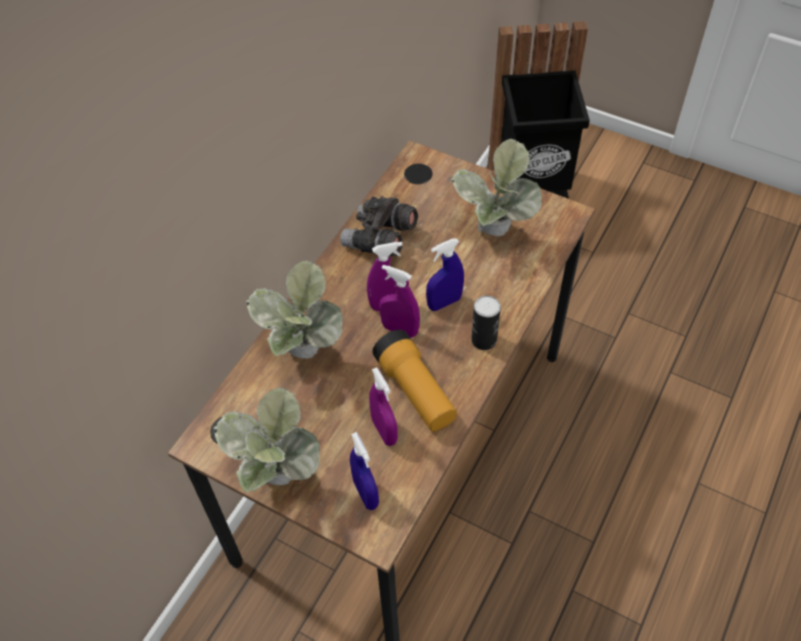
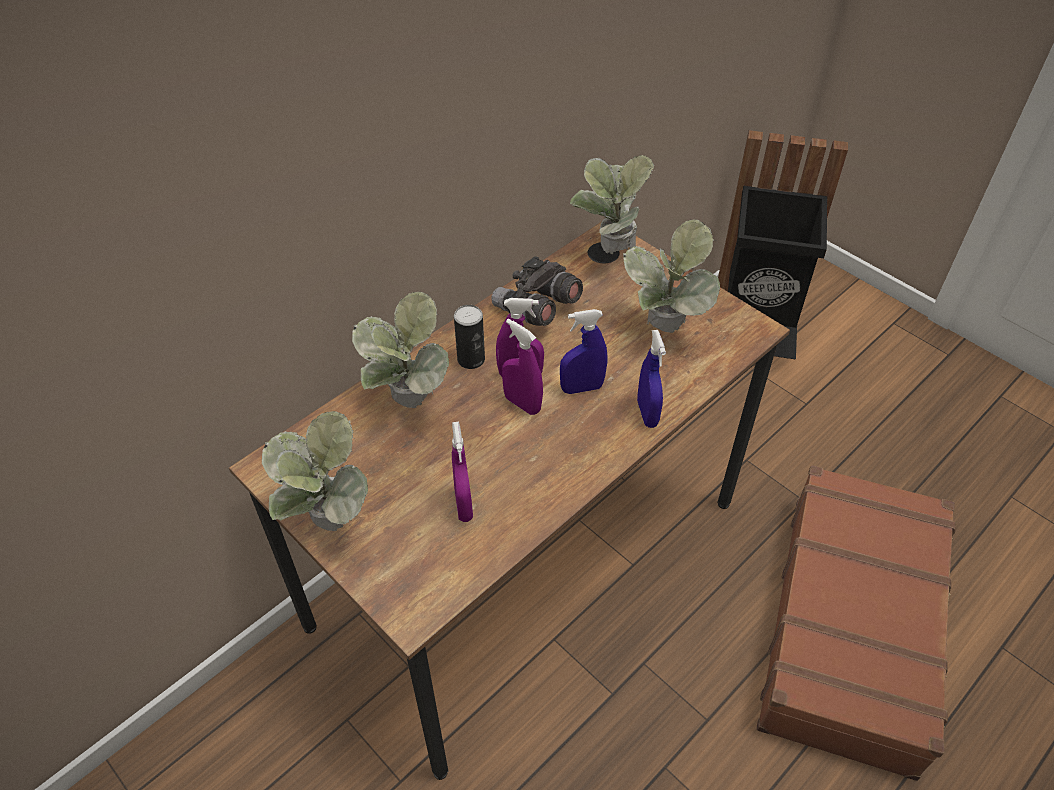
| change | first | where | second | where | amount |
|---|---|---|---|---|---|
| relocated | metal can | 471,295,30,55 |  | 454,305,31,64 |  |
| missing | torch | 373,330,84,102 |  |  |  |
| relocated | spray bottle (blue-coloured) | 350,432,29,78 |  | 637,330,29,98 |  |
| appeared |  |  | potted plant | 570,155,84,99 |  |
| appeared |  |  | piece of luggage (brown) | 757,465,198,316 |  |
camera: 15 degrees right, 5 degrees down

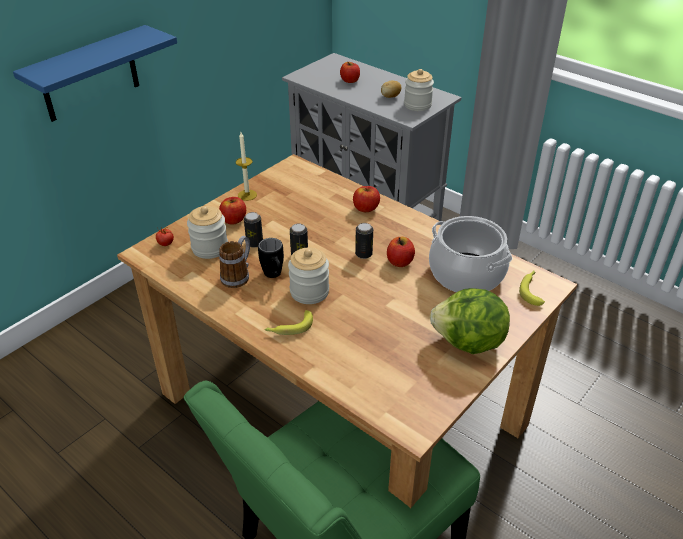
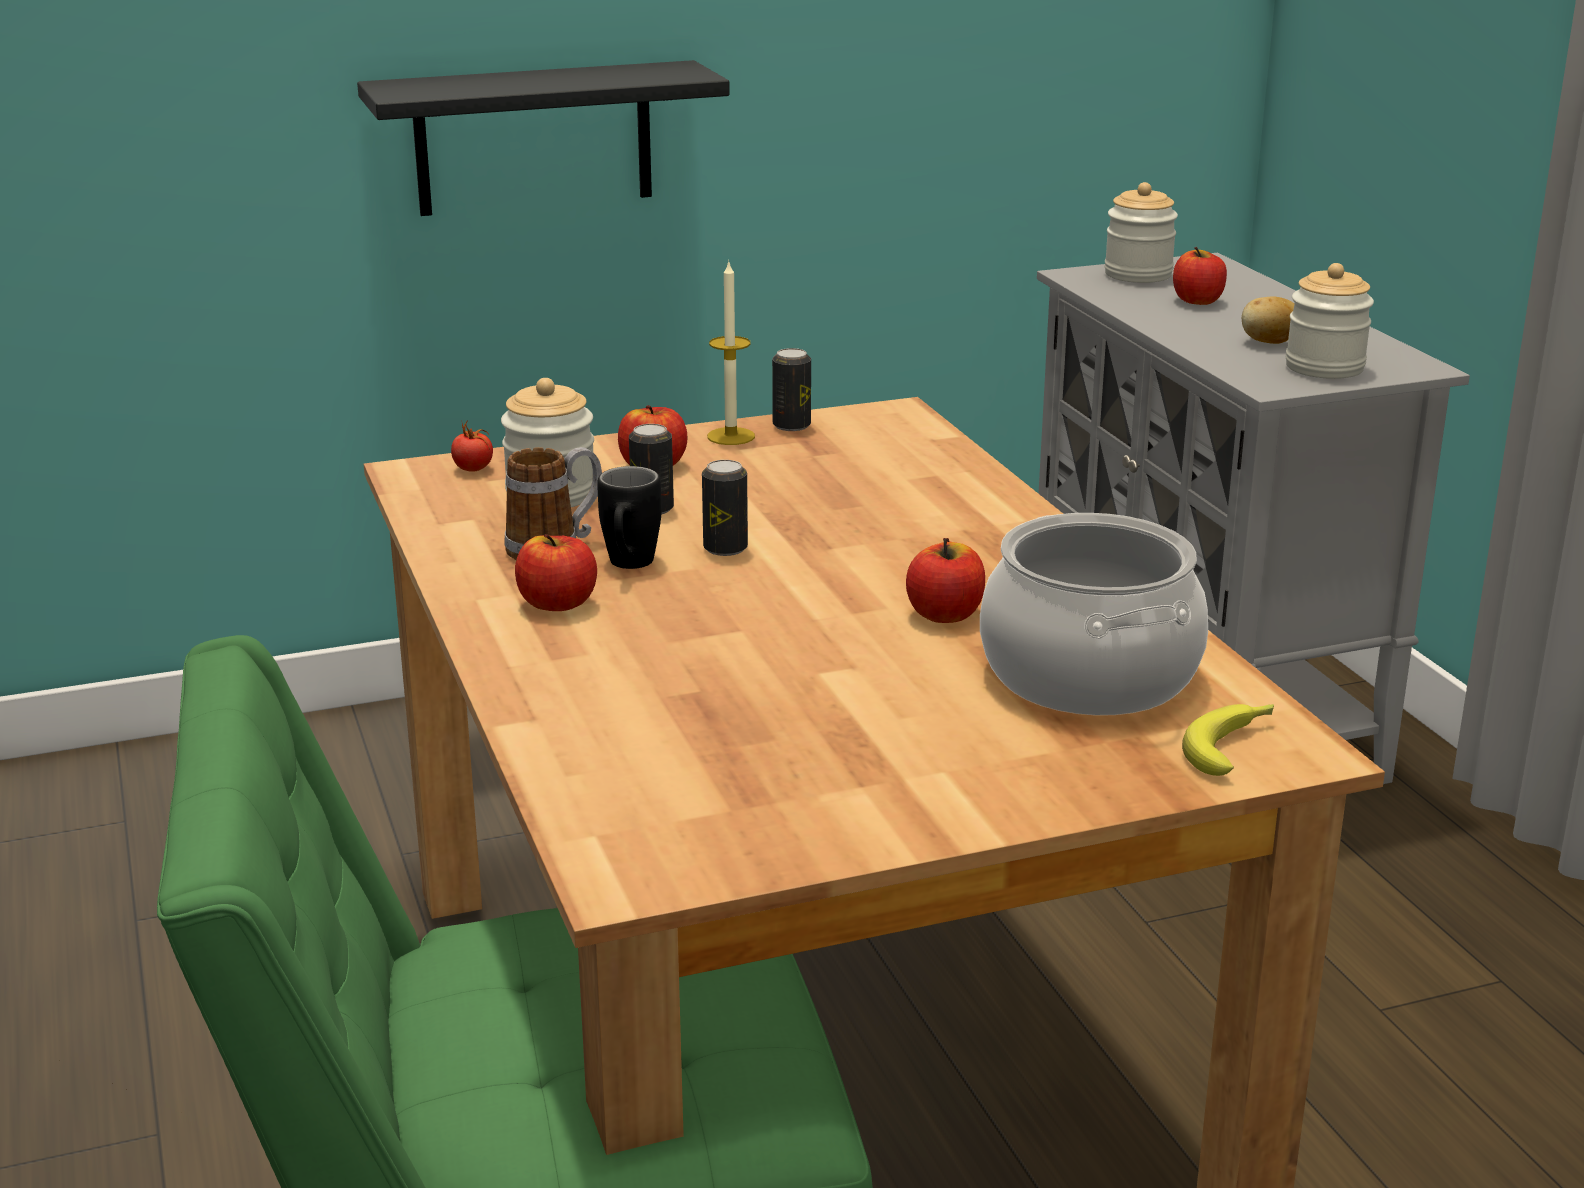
| change | first | where | second | where | amount |
|---|---|---|---|---|---|
| colour | bracket shelf (blue-coloured) | 13,25,164,97 | bracket shelf (black) | 357,60,373,156 |  |
| relocated | whole apple | 353,186,27,26 |  | 515,534,82,77 |  |
| relocated | metal can | 355,223,18,36 |  | 772,348,39,83 |  |
| relocated | jar | 288,248,41,56 |  | 1104,182,74,101 |  |
| missing | head of lettuce | 430,288,80,66 |  |  |  |
| missing | whole banana | 265,310,48,25 |  |  |  |
camera: 30 degrees right, 15 degrees down

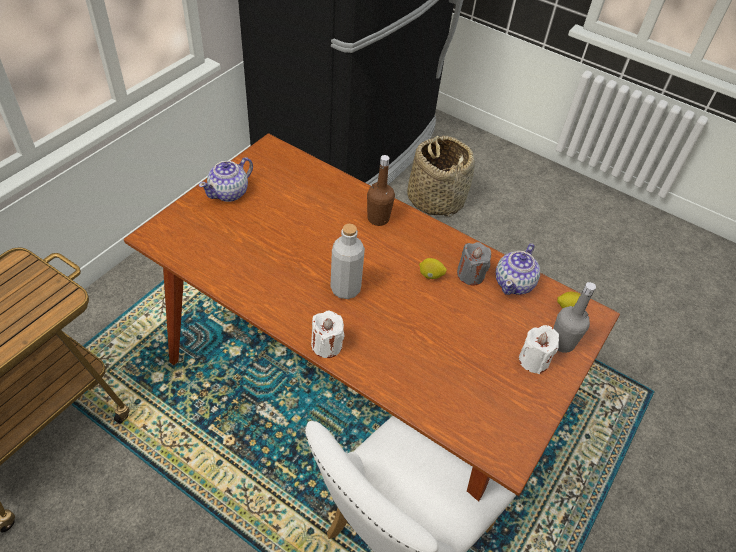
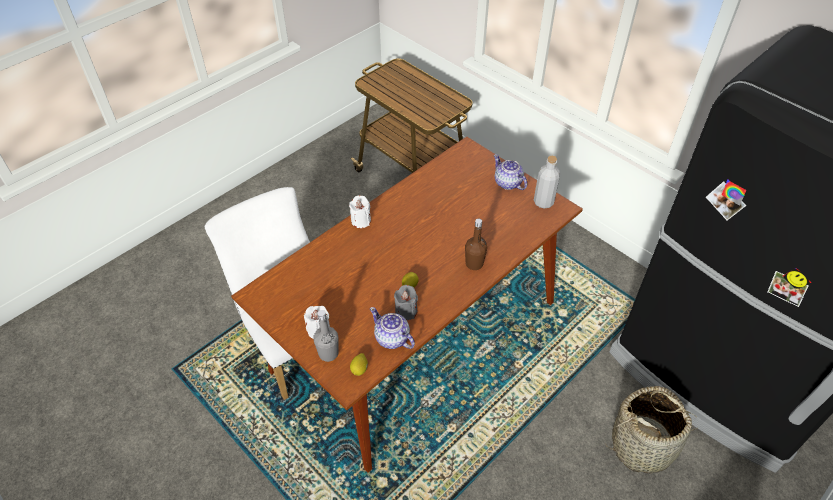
| change | first | where | second | where | amount |
|---|---|---|---|---|---|
| relocated | bottle (grey) | 330,224,35,75 |  | 534,156,26,53 |  |
camera: 105 degrees right, 0 degrees up

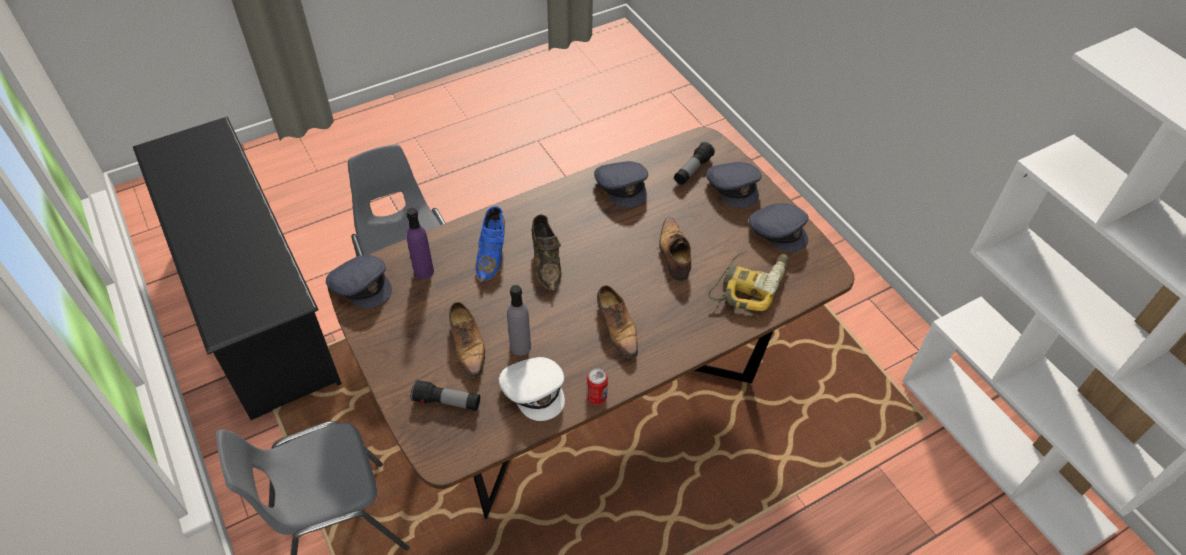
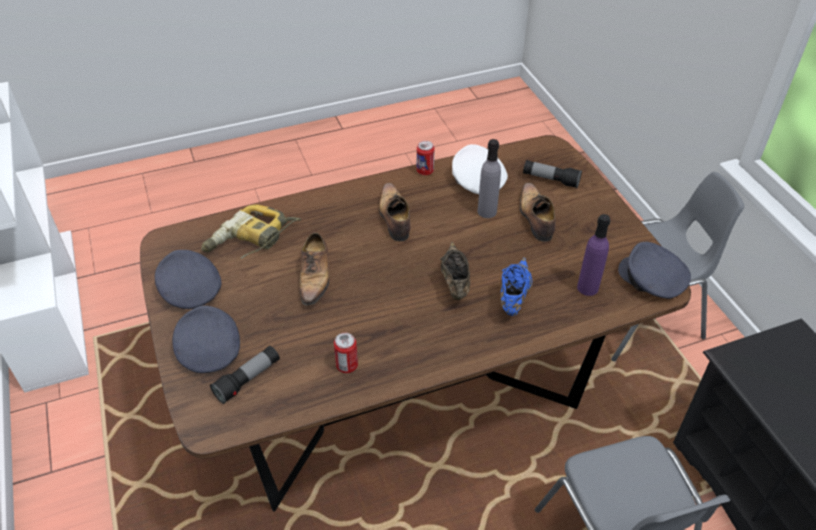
| change | first | where | second | where | amount |
|---|---|---|---|---|---|
| exchanged | baseball cap (grey) | 594,161,54,47 | metal can | 334,333,24,40 |  |
camera: 170 degrees left, 5 degrees down

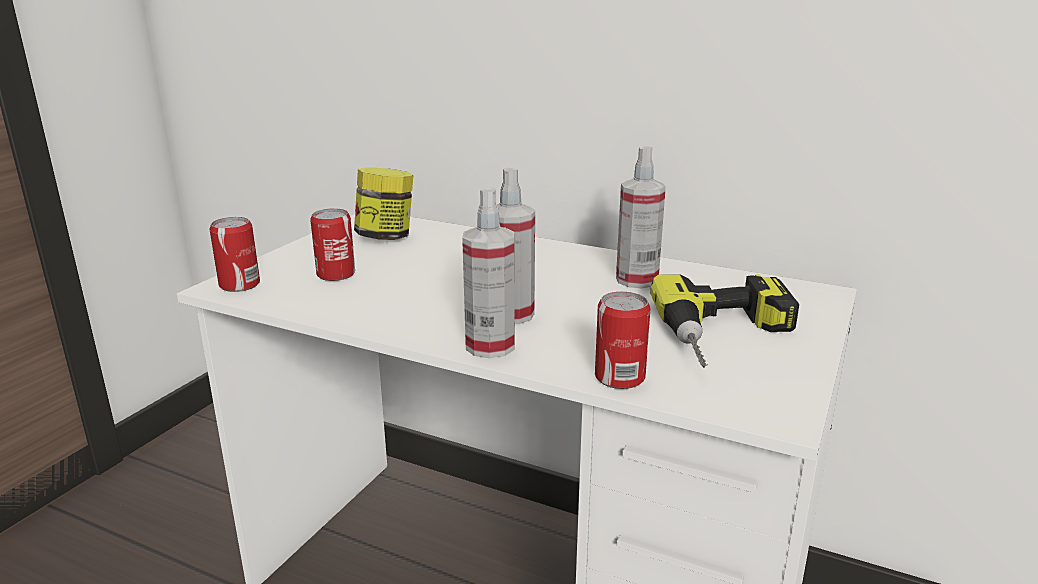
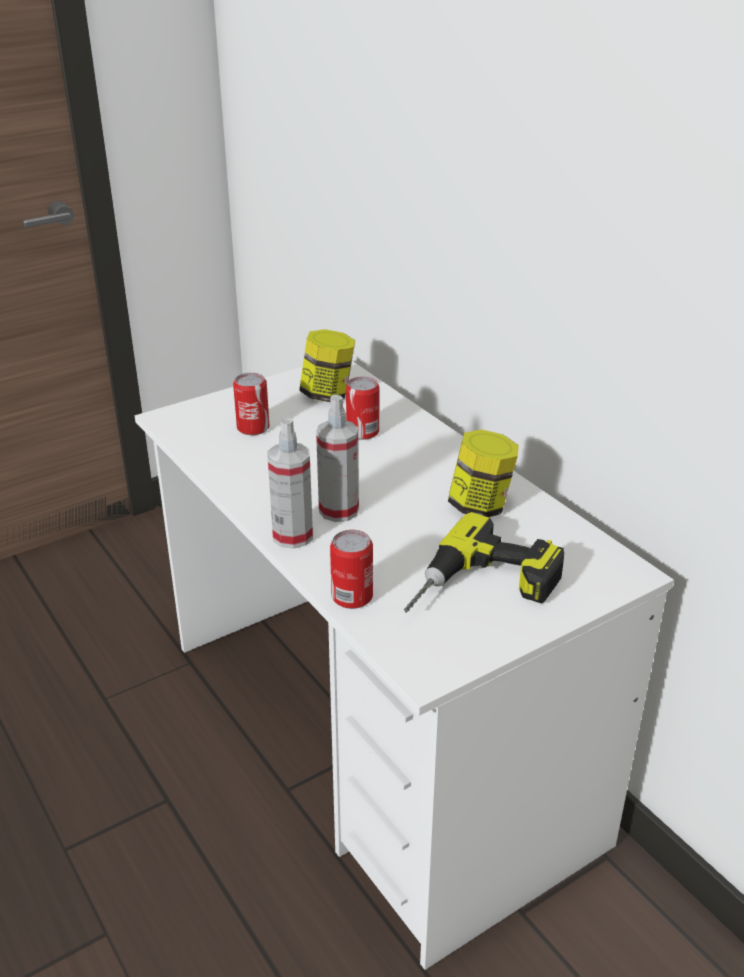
| change | first | where | second | where | amount |
|---|---|---|---|---|---|
| exchanged | spray bottle | 616,145,50,144 | jar | 448,430,71,87 |  |
| relocated | metal can | 210,217,50,75 |  | 346,377,33,63 |  |
camera: 30 degrees right, 10 degrees up

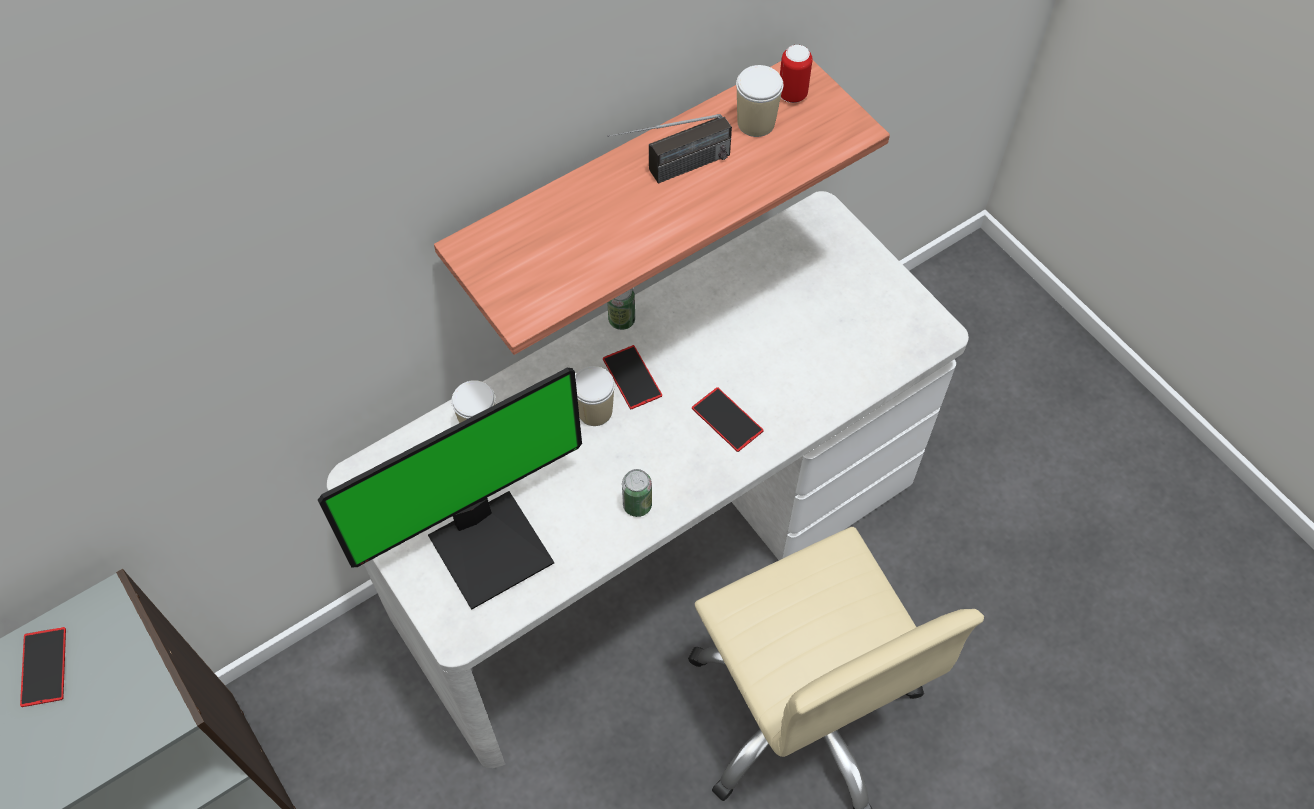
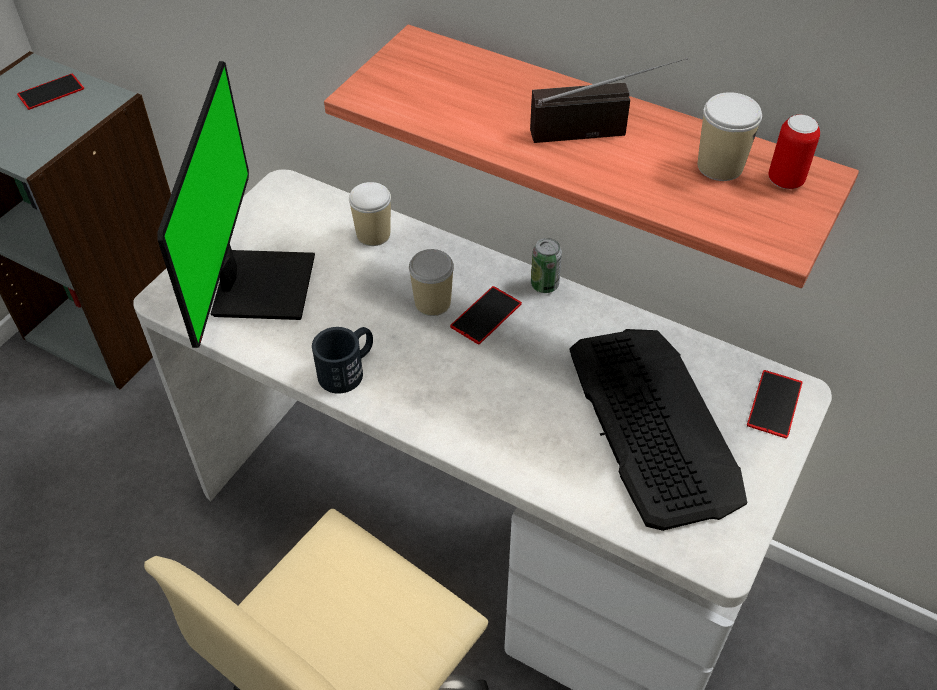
| change | first | where | second | where | amount |
|---|---|---|---|---|---|
| spun | radio receiver | 607,114,125,70 |  | 530,58,158,85 | 135 degrees clockwise |
| spun | monitor | 318,368,264,242 |  | 158,61,157,287 | 120 degrees counterclockwise |
| relocated | phone | 692,387,72,65 |  | 747,370,56,69 |  |
| exchanged | metal can | 622,469,30,48 | mug (black) | 312,327,61,67 |  |
| appeared |  |  | PC keyboard | 569,329,178,202 |  |
camera: 65 degrees right, 10 degrees down

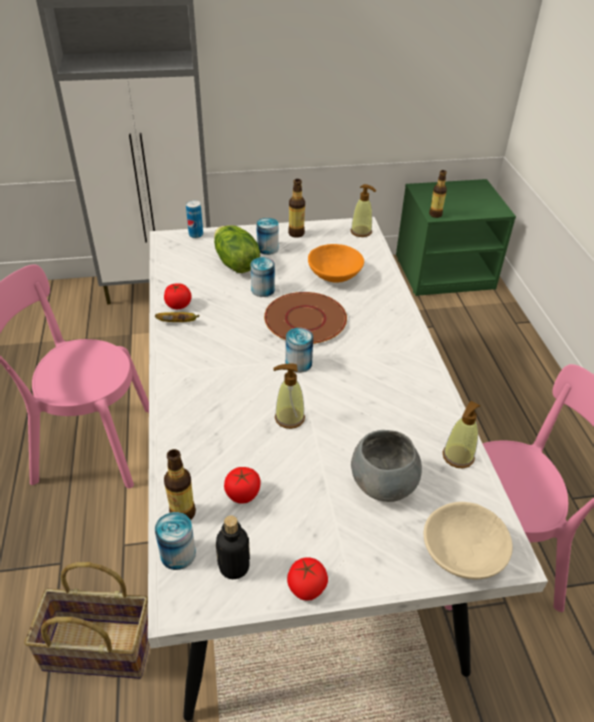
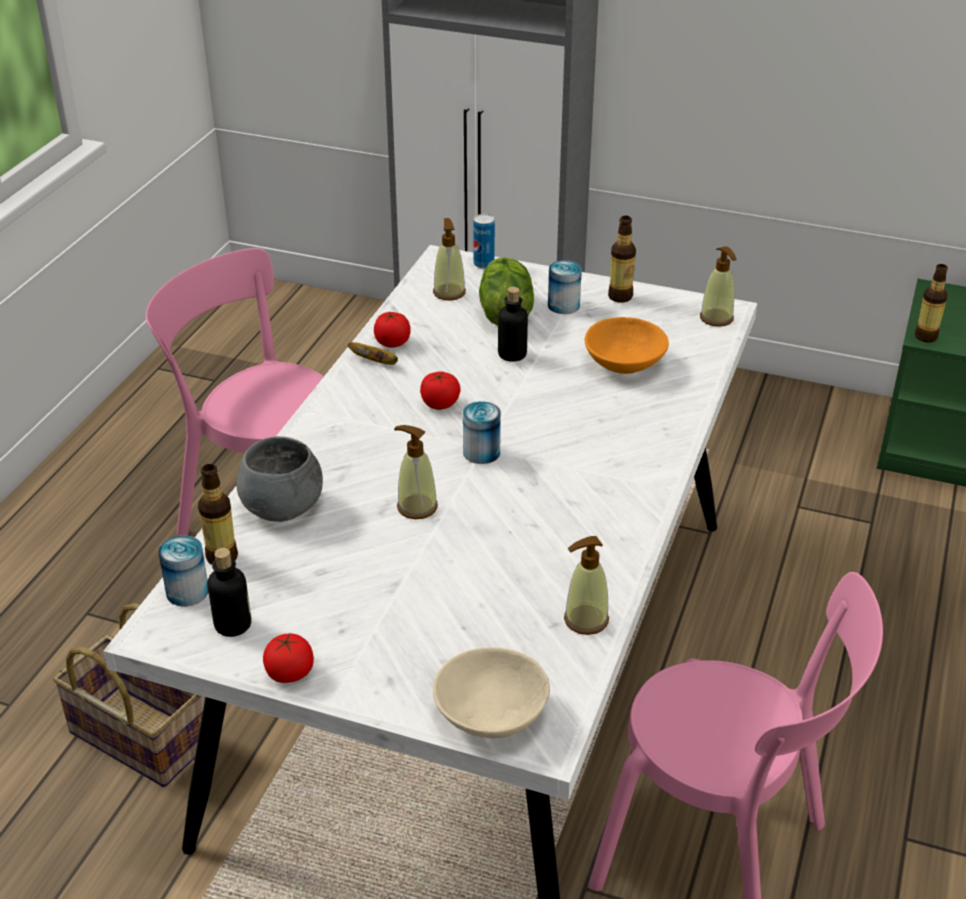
| change | first | where | second | where | amount |
|---|---|---|---|---|---|
| exchanged | metal can | 251,257,24,40 | bottle | 498,287,30,75 |  |
| missing | dinner plate (brown) | 264,292,83,52 |  |  |  |
| relocated | deep dish (grey) | 351,430,71,72 |  | 236,436,87,86 |  |
| relocated | fresh tomato | 224,467,37,37 |  | 420,372,41,38 |  |
| appeared |  |  | liquid soap bottle | 433,218,33,82 |  |
camera: 30 degrees right, 5 degrees down

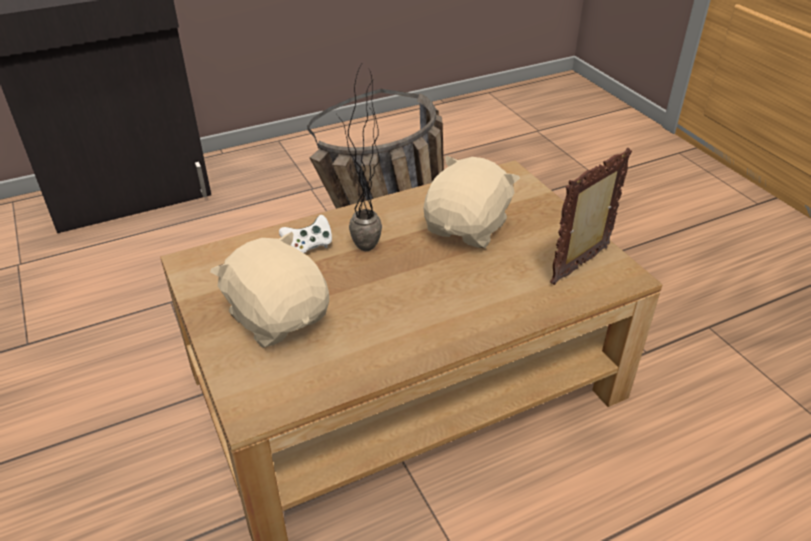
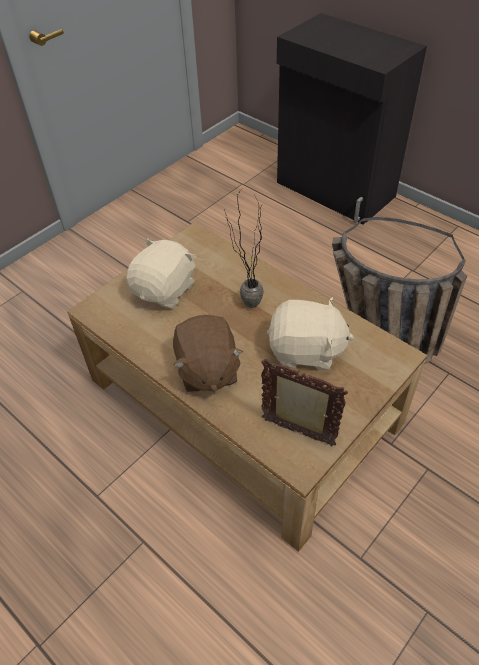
| change | first | where | second | where | amount |
|---|---|---|---|---|---|
| missing | gamepad (white) | 279,215,53,38 |  |  |  |
| appeared |  |  | soft toy (brown) | 173,315,70,77 |  |
camera: 70 degrees right, 10 degrees up

